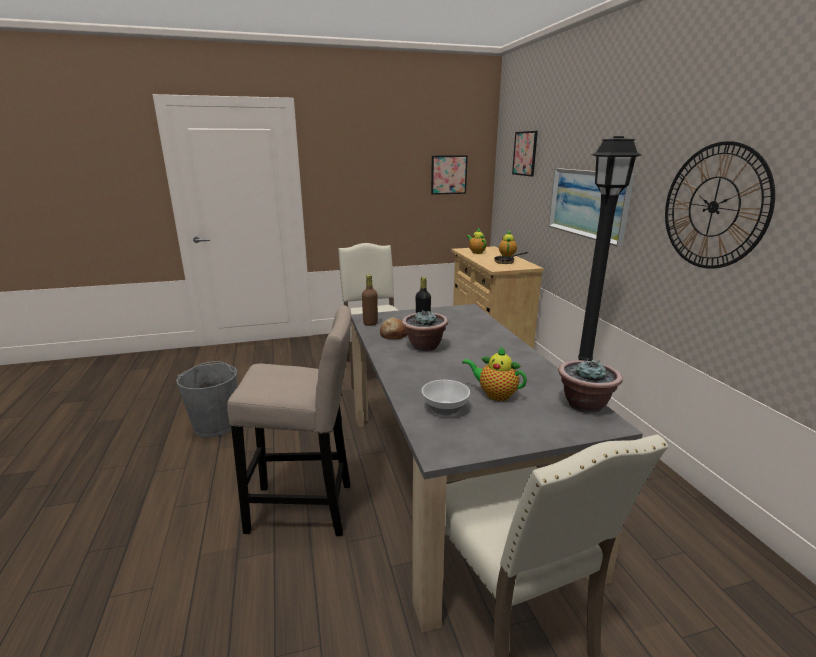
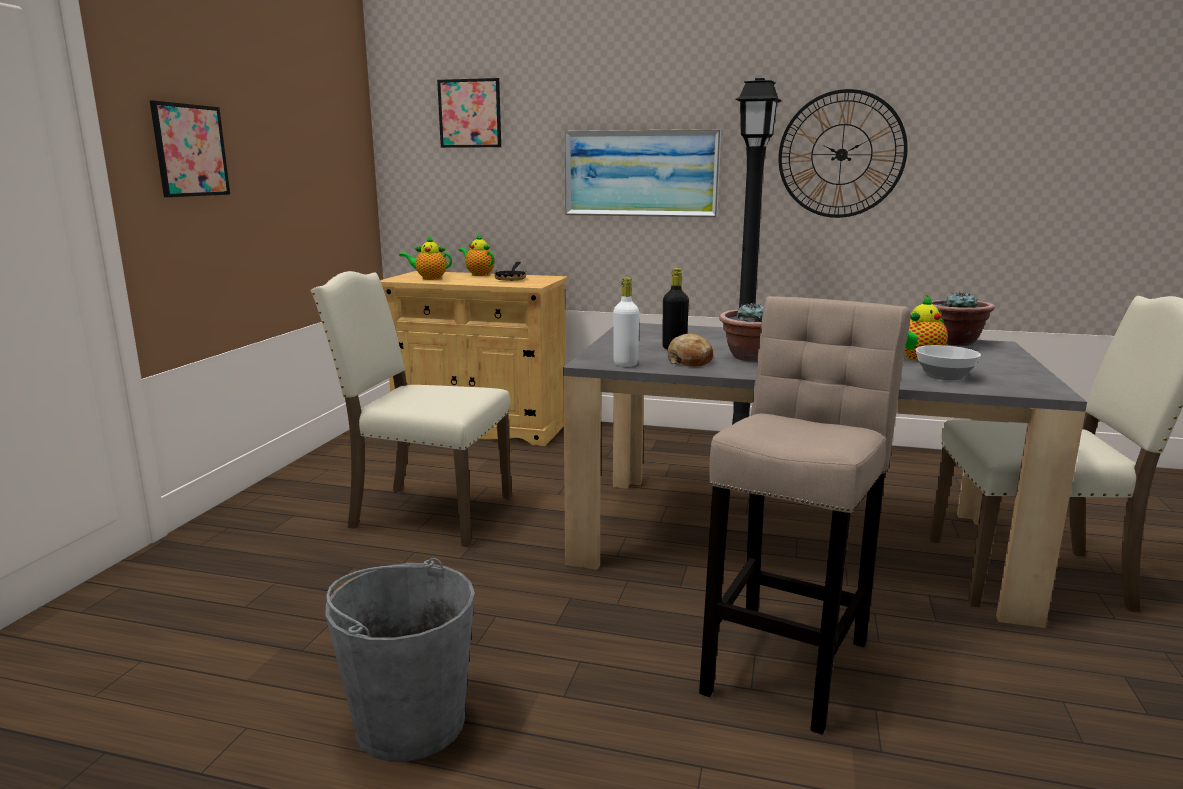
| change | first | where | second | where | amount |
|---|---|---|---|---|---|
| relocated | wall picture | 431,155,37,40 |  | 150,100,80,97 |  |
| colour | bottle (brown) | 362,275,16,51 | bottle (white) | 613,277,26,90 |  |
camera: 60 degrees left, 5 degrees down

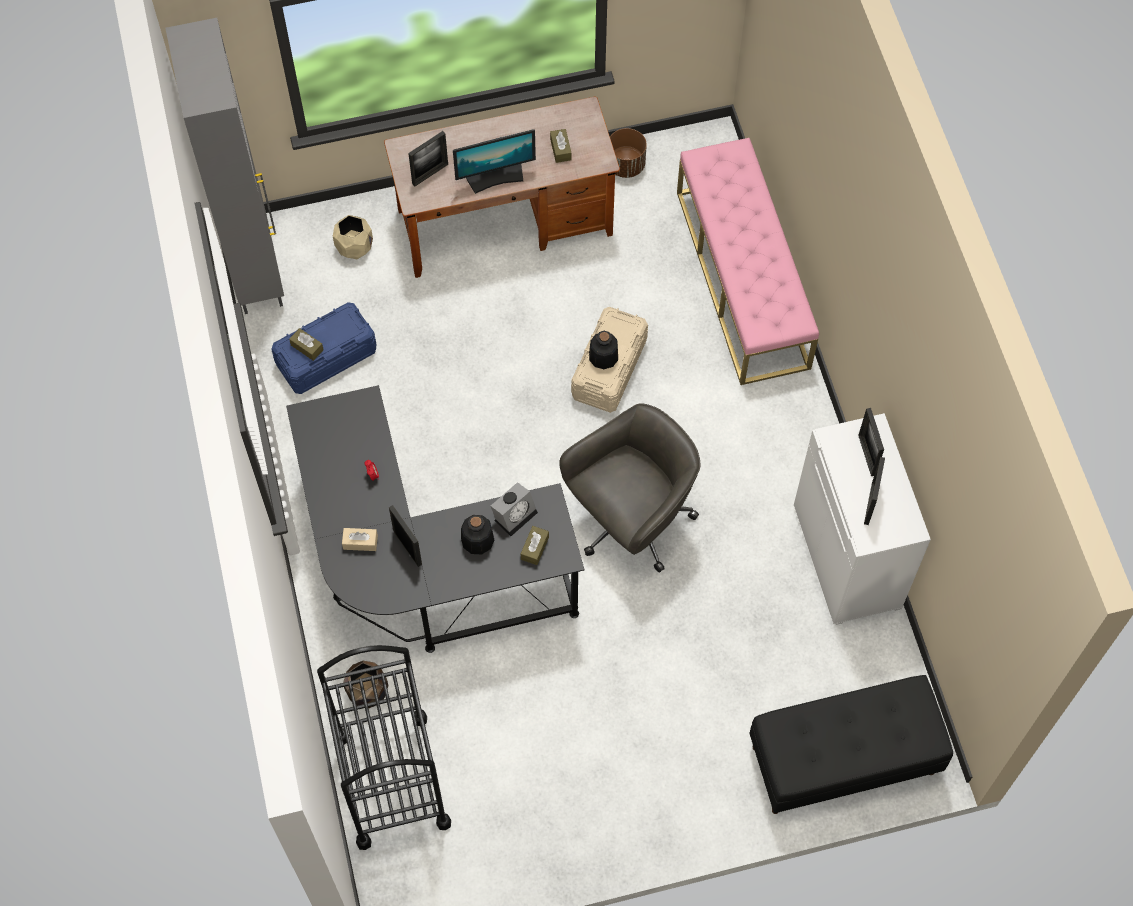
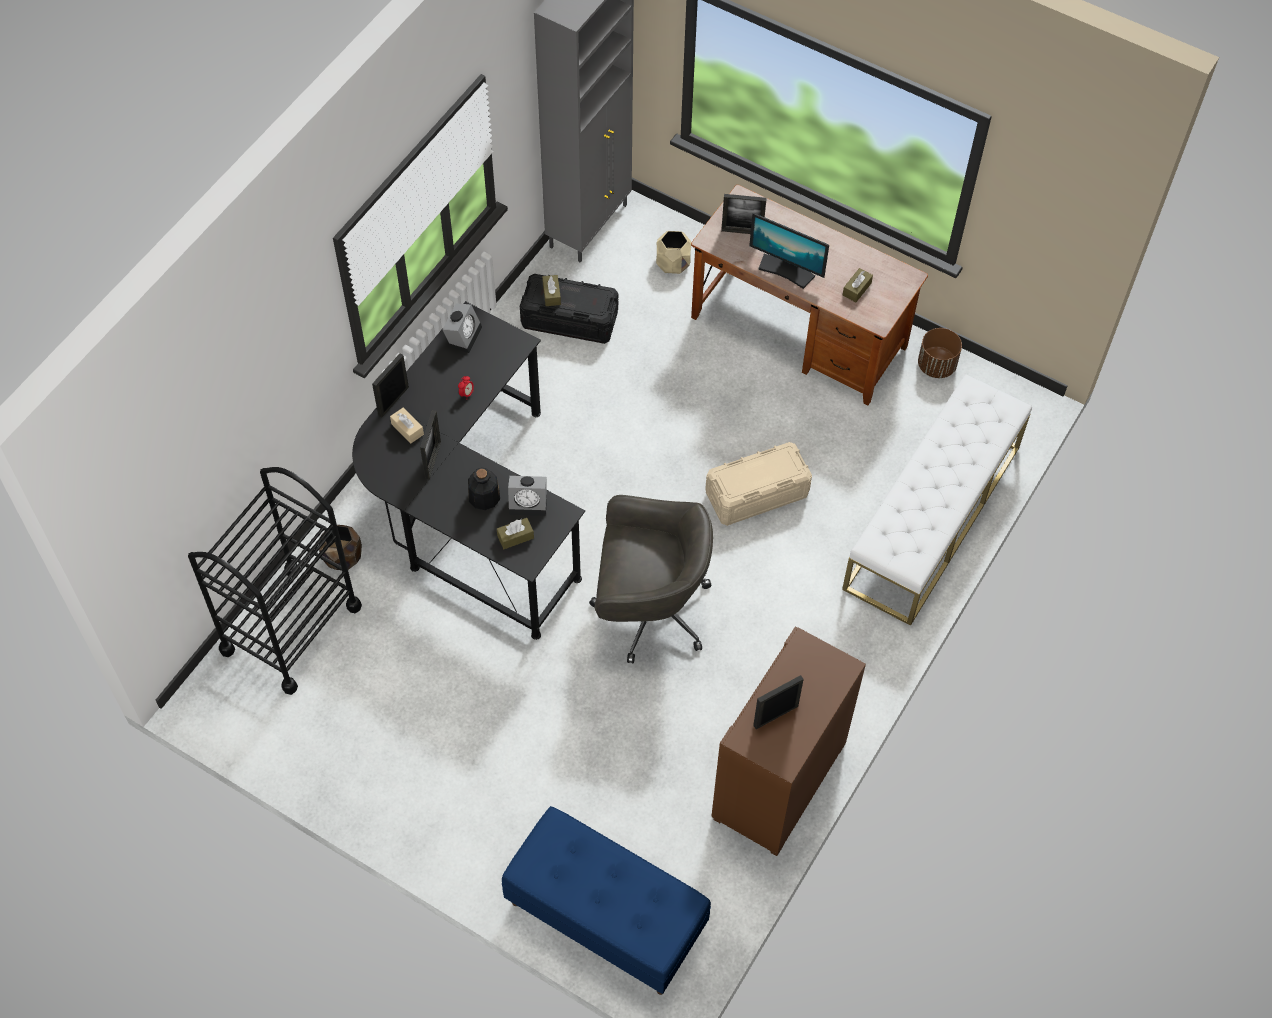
| change | first | where | second | where | amount |
|---|---|---|---|---|---|
| colour | bench (pink) | 677,138,142,247 | bench (white) | 842,374,190,252 |  |
| colour | storage box (blue-coloured) | 271,302,105,92 | storage box (black) | 520,274,98,70 |  |
| missing | bottle | 589,331,29,38 |  |  |  |
| relocated | standing frame | 858,408,26,68 |  | 372,353,37,65 |  |
| colour | cabinet (white) | 794,413,137,212 | cabinet (brown) | 711,626,155,230 |  |
| colour | bench (black) | 749,675,204,139 | bench (blue-coloured) | 502,806,209,189 |  |
| appeared |  |  | bedside clock | 442,303,40,50 |  |
camera: 45 degrees right, 5 degrees down

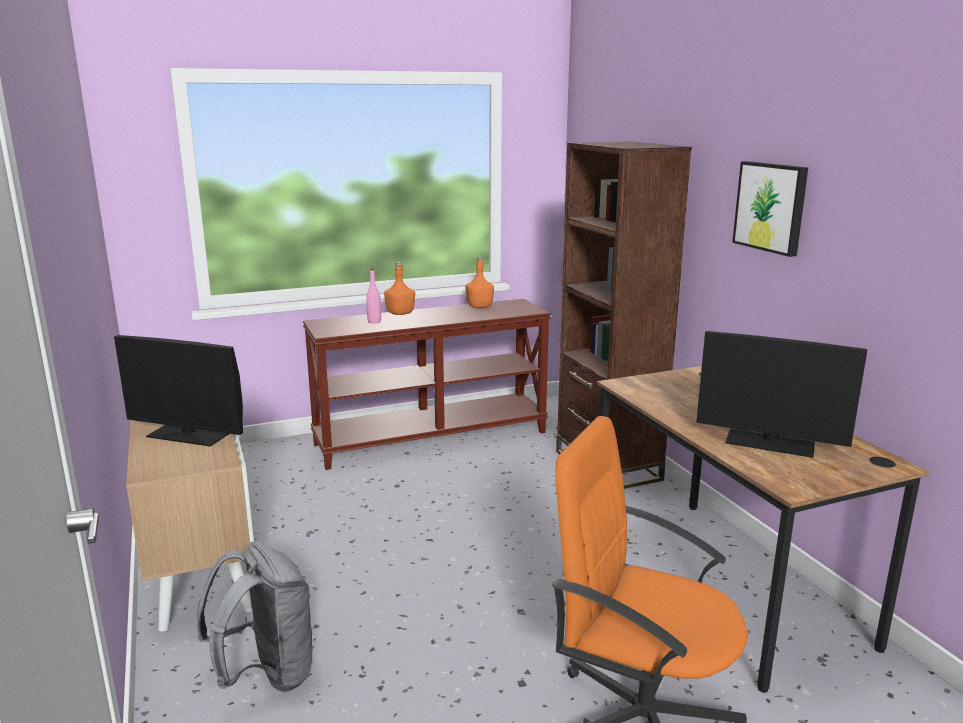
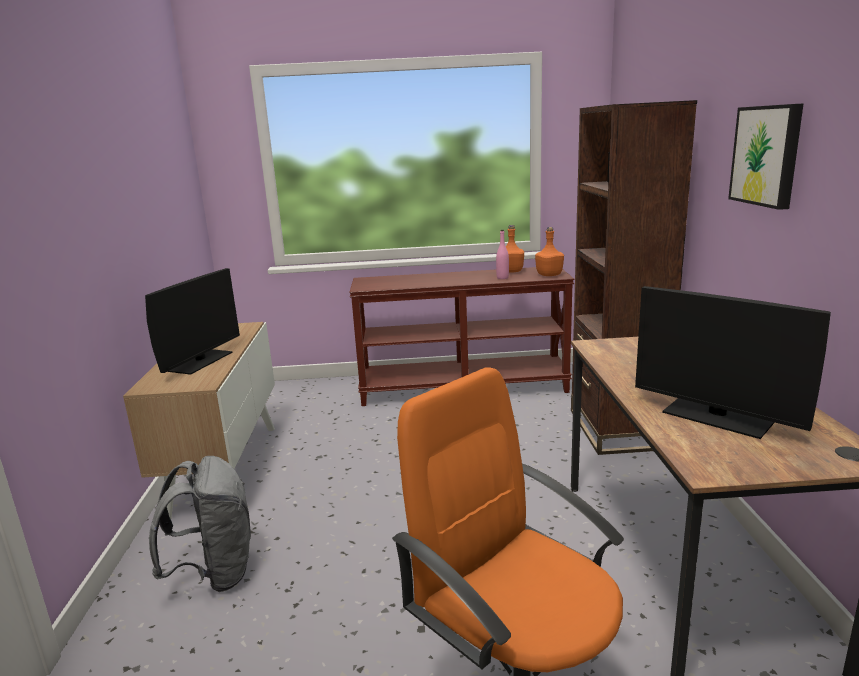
| change | first | where | second | where | amount |
|---|---|---|---|---|---|
| relocated | bottle (orangey) | 384,262,31,53 |  | 535,227,29,49 |  |
| relocated | bottle (pink) | 366,269,15,55 |  | 496,230,13,49 |  |
| spun | monitor | 114,335,129,112 |  | 145,268,95,107 | 105 degrees counterclockwise |
camera: 20 degrees right, 0 degrees up

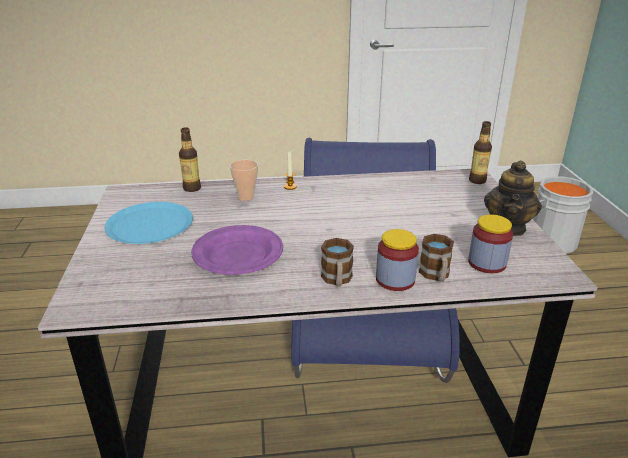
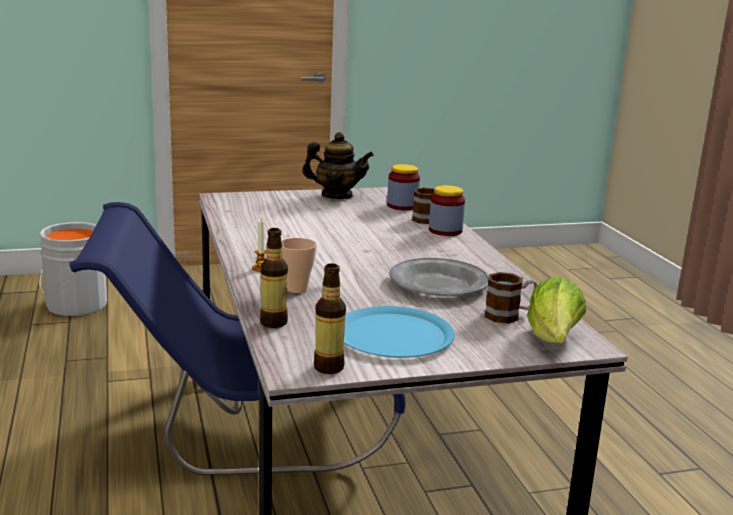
| change | first | where | second | where | amount |
|---|---|---|---|---|---|
| relocated | bottle | 469,121,23,63 |  | 314,264,32,110 |  |
| colour | dinner plate (purple-coloured) | 191,225,92,50 | dinner plate (grey) | 389,258,100,38 |  |
| relocated | mug | 321,238,33,49 |  | 484,272,53,51 |  |
| appeared |  |  | head of lettuce | 527,276,59,67 |  |
camera: 100 degrees left, 10 degrees down

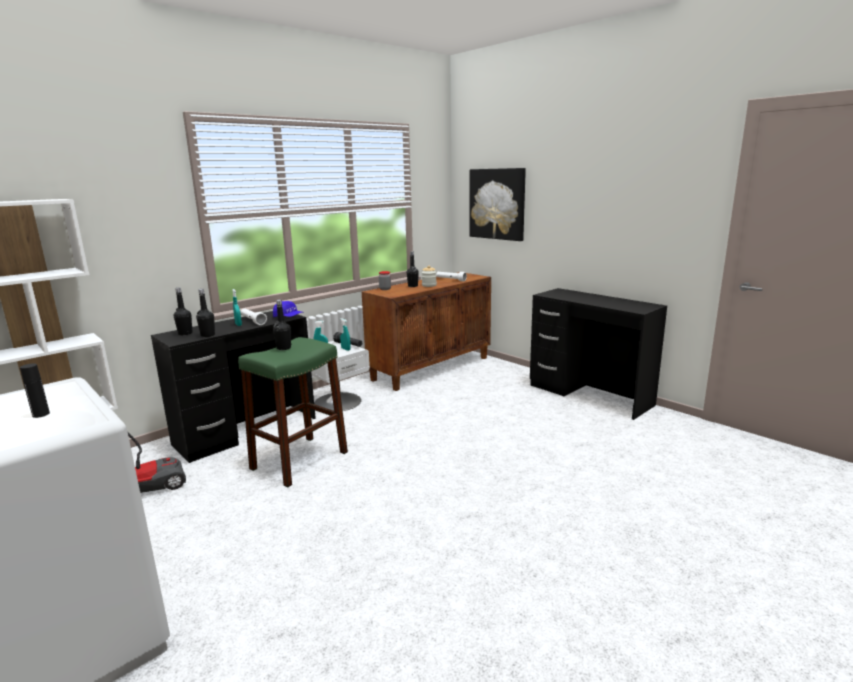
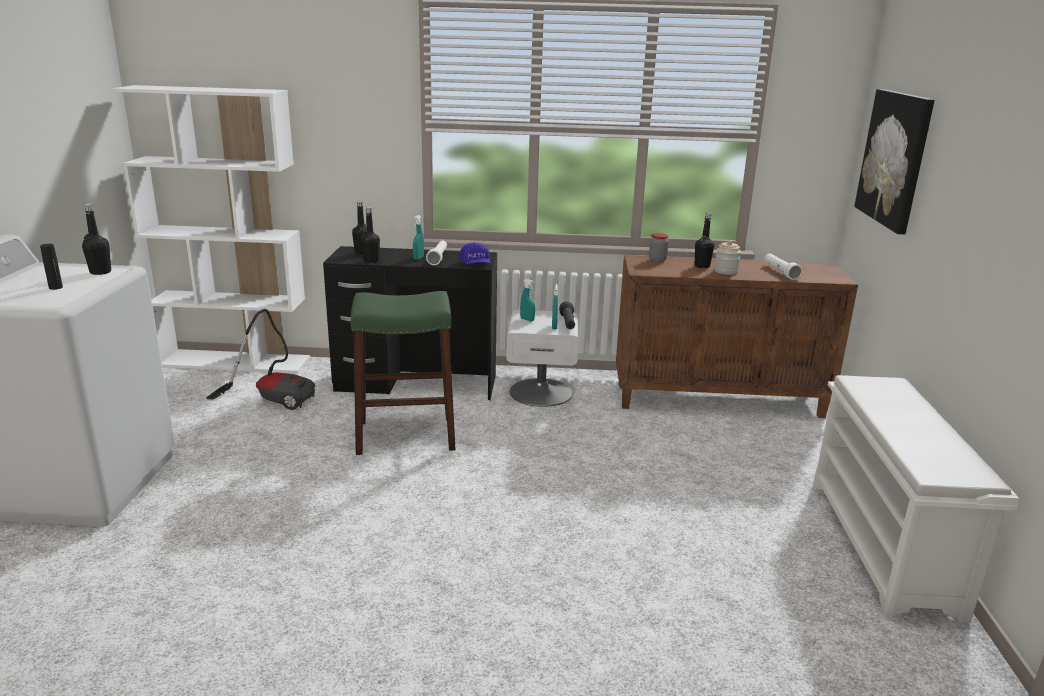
| change | first | where | second | where | amount |
|---|---|---|---|---|---|
| exchanged | desk table (black) | 530,288,137,132 | shoe shelf (white) | 813,375,207,248 |  |
| relocated | bottle (black) | 273,300,18,50 |  | 82,203,29,72 |  |
camera: 45 degrees right, 5 degrees up

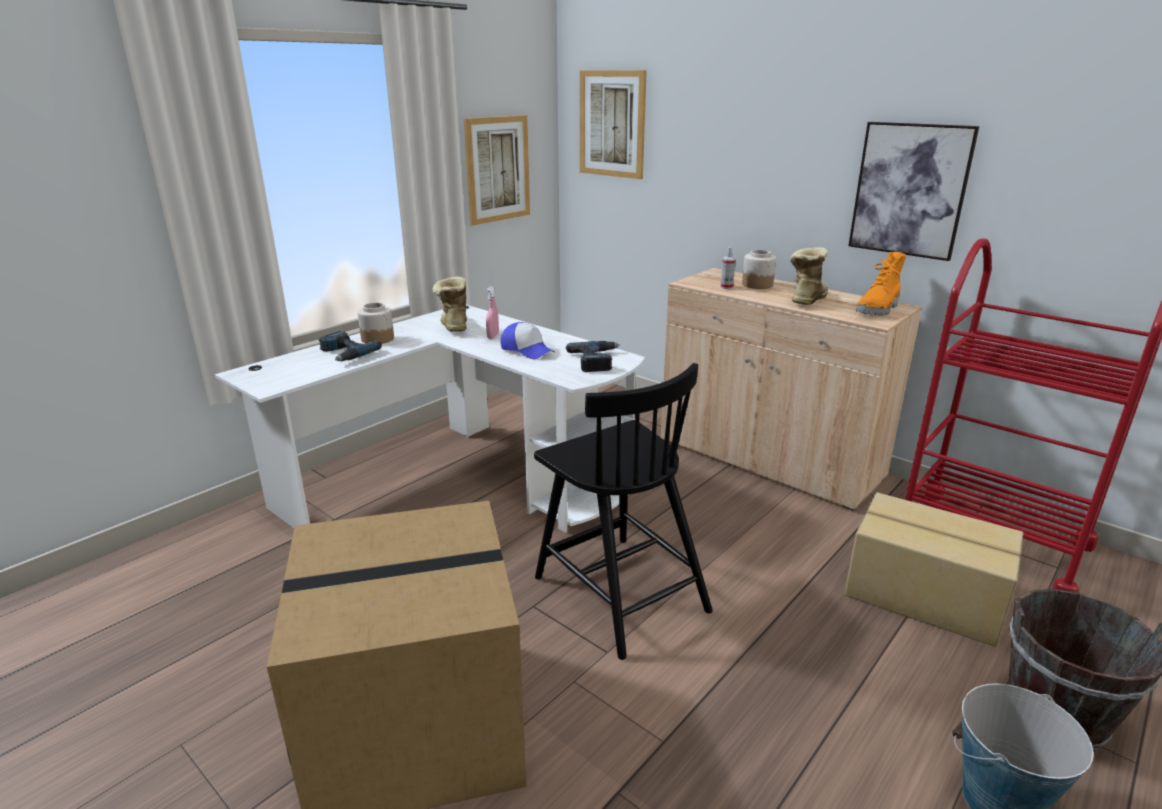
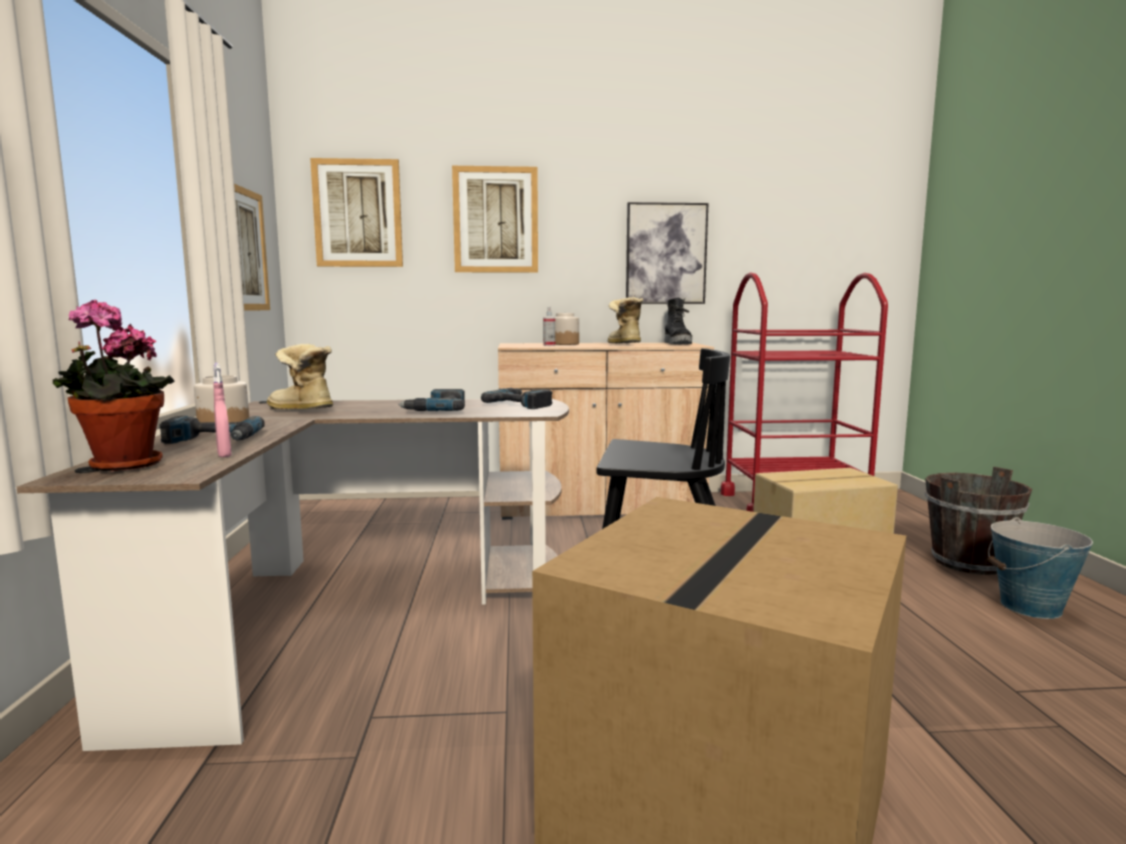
| change | first | where | second | where | amount |
|---|---|---|---|---|---|
| colour | high-top boot (orangey) | 856,252,50,63 | high-top boot (black) | 665,298,27,46 |  |
| relocated | spray bottle (pink) | 486,286,13,53 |  | 213,363,19,94 |  |
| colour | desk table (white) | 215,305,430,228 | desk table (brown) | 17,399,552,352 |  |
| exchanged | baseball cap | 501,322,53,37 | power drill | 398,389,67,22 |  |
| appeared |  |  | wall picture | 452,166,86,107 |  |
| appeared |  |  | potted plant | 53,300,122,171 |  |
camera: 45 degrees left, 15 degrees down

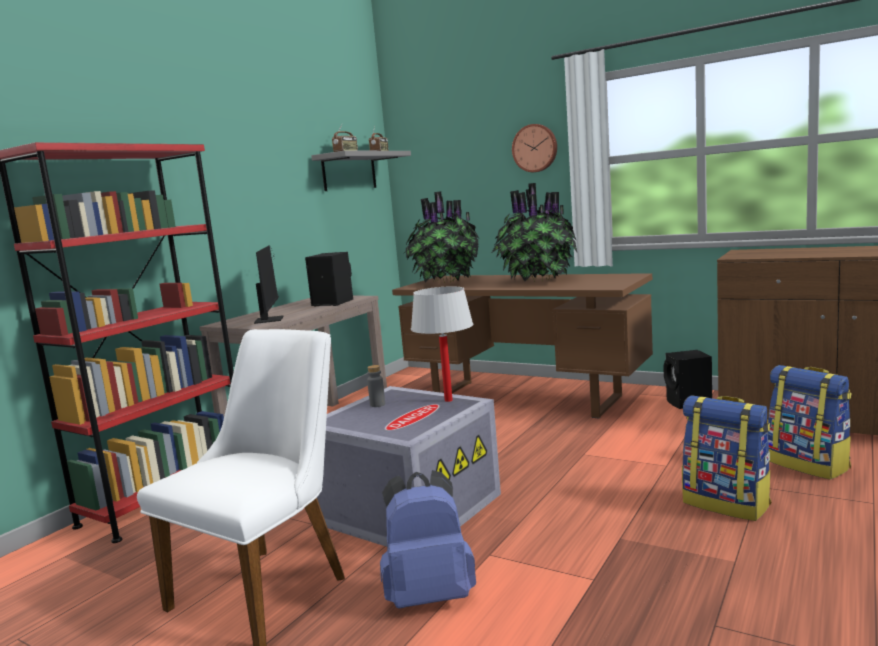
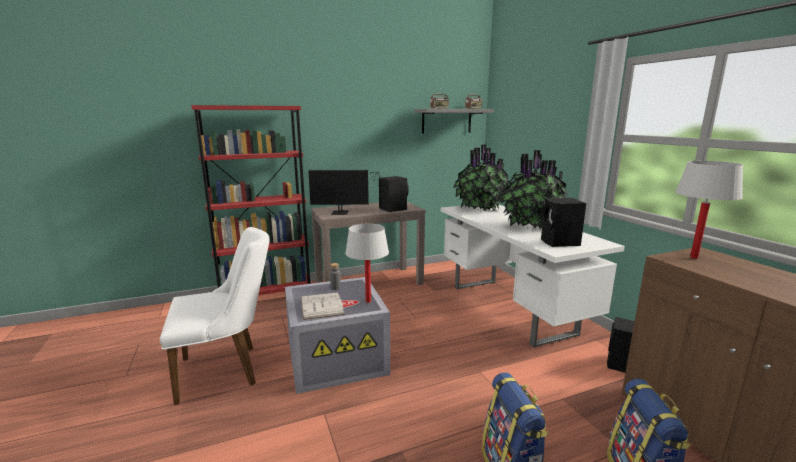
| change | first | where | second | where | amount |
|---|---|---|---|---|---|
| missing | wall clock | 512,124,45,48 |  |  |  |
| spun | monitor | 254,245,29,79 |  | 308,170,74,45 | 60 degrees clockwise |
| colour | desk table (brown) | 392,273,261,146 | desk table (white) | 441,204,184,144 |  |
| missing | rucksack (blue-coloured) | 380,470,96,138 |  |  |  |
| appeared |  |  | tabletop lamp (white) | 675,161,68,98 |  |
| appeared |  |  | audio speaker (black) | 541,198,45,49 |  |
| appeared |  |  | book (white) | 301,292,44,28 |  |
camera: 35 degrees right, 5 degrees up

